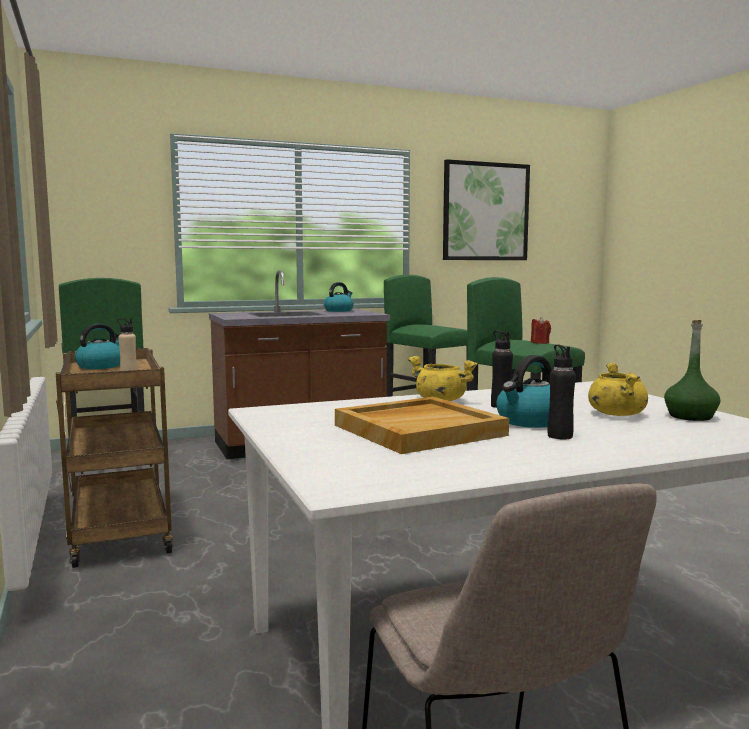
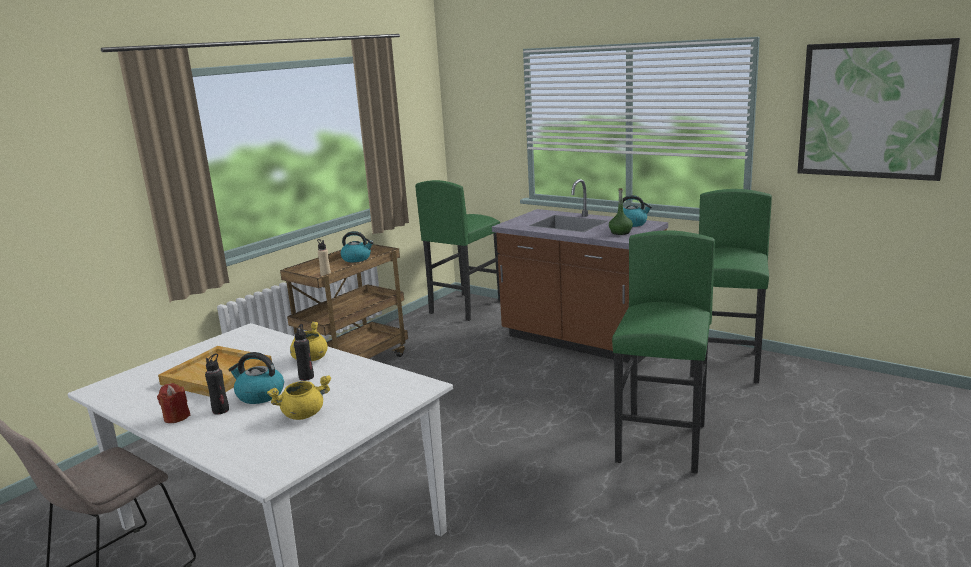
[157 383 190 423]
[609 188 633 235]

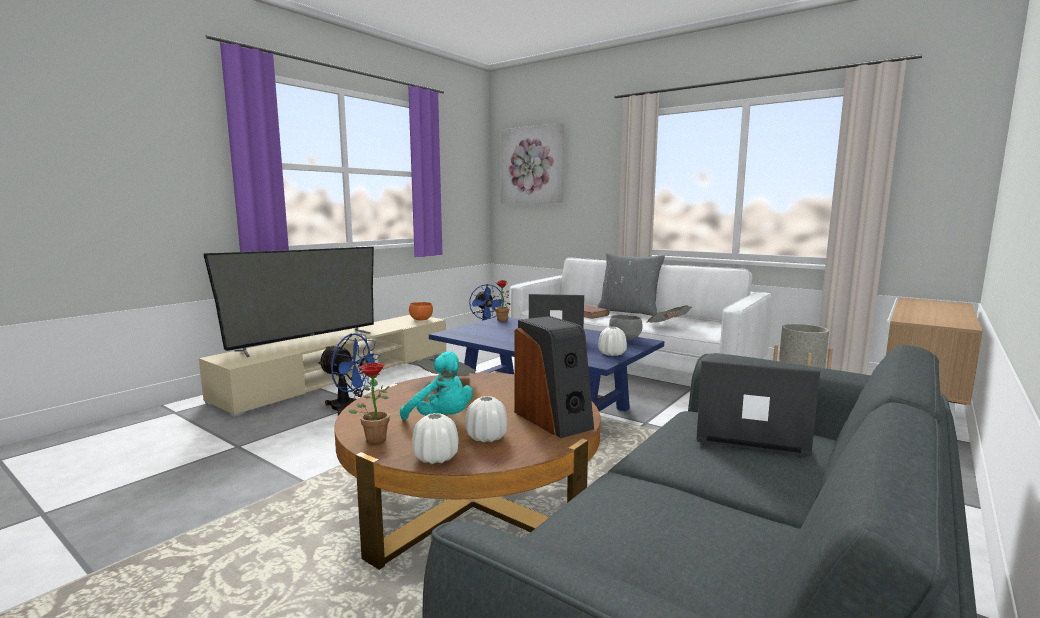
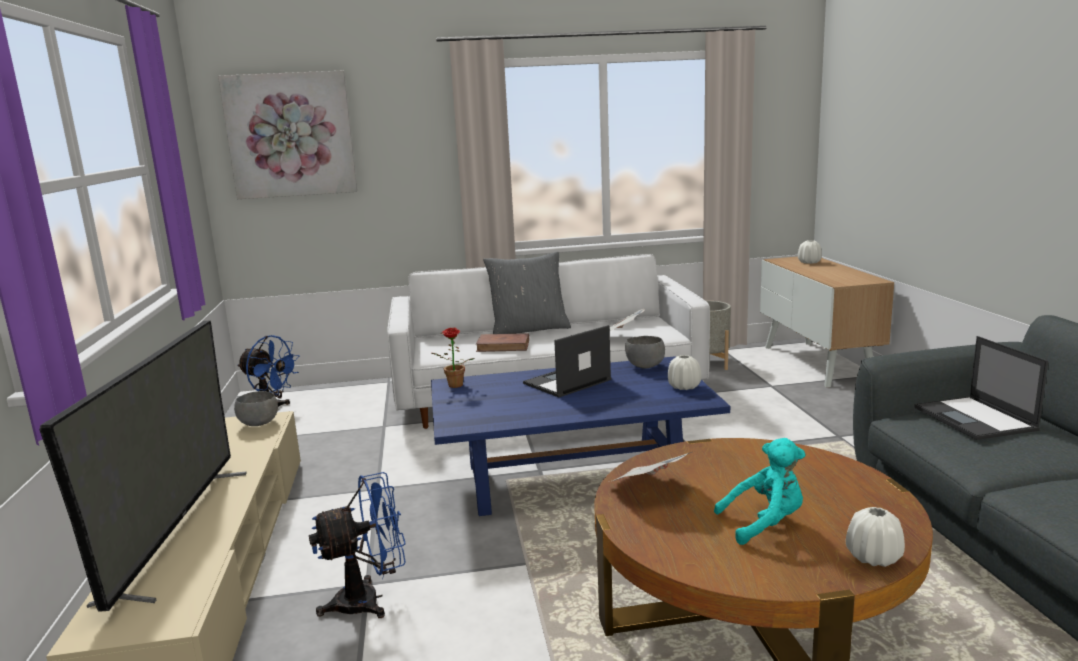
[348 363 390 444] (first image)
[514 316 594 438] (first image)
[798 240 822 264]
[234 391 278 426]
[914 336 1048 440]

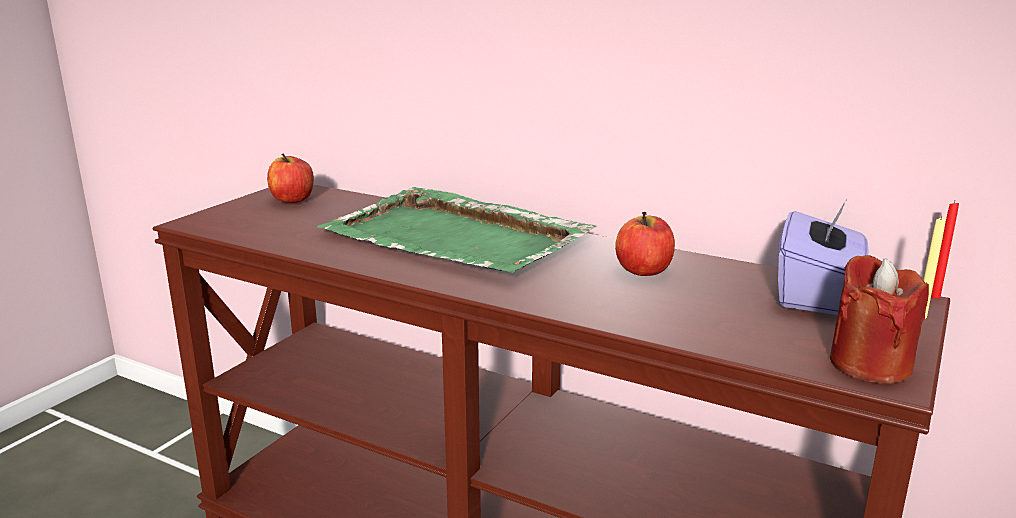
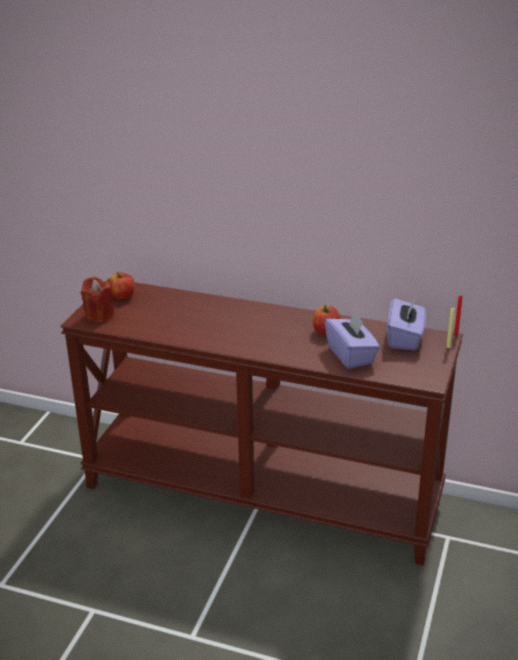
[317 187 597 273] (first image)
[325 311 380 369]
[81 277 115 322]

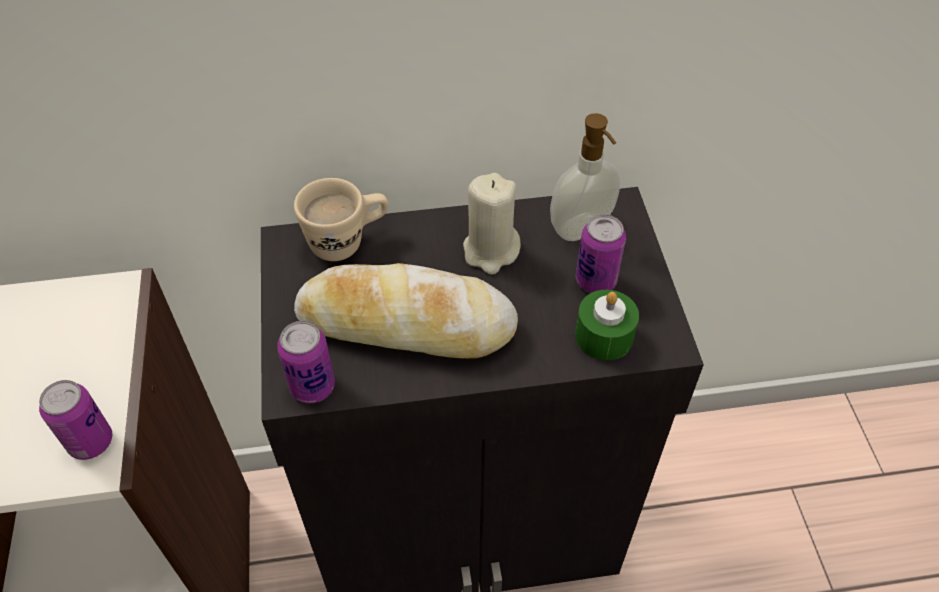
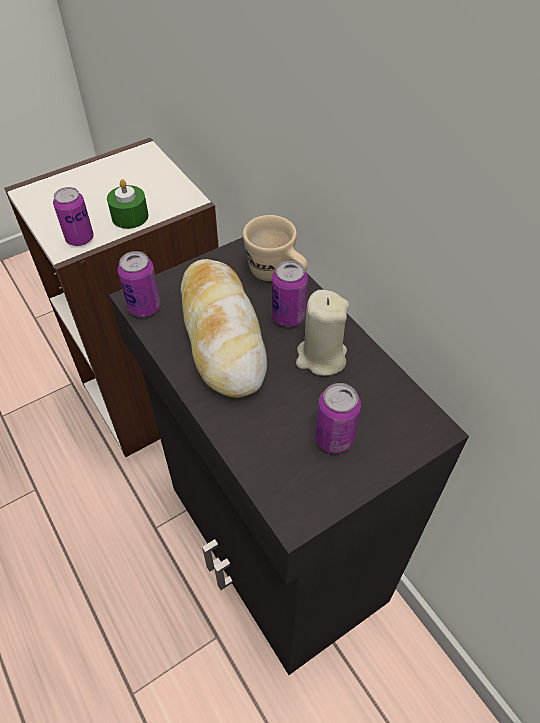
[550 113 620 241] (first image)
[272 260 308 327]
[107 179 148 229]

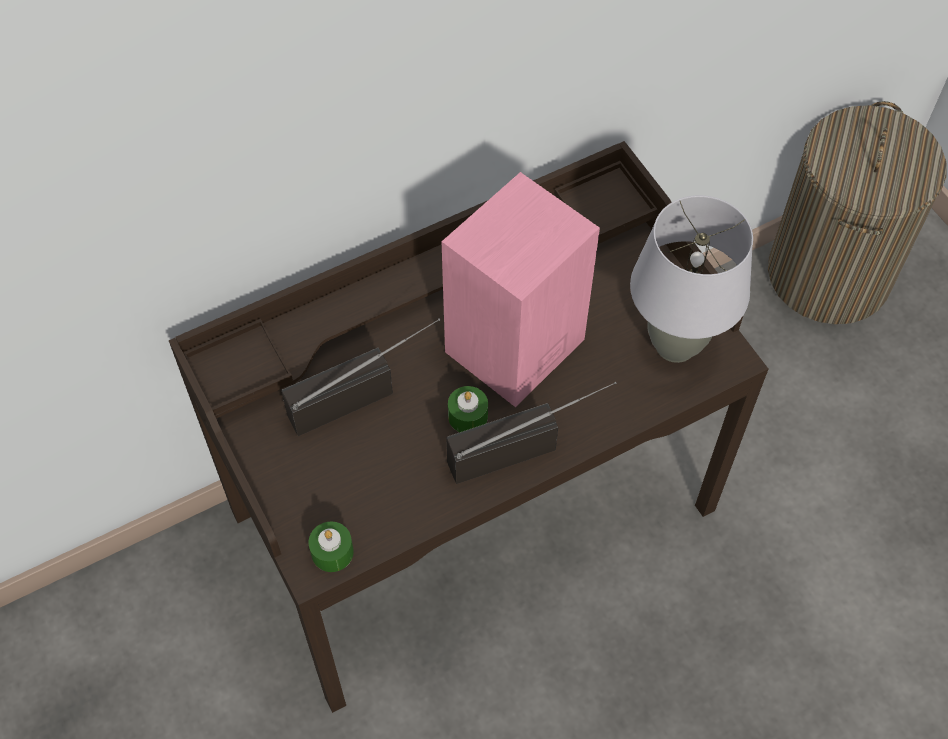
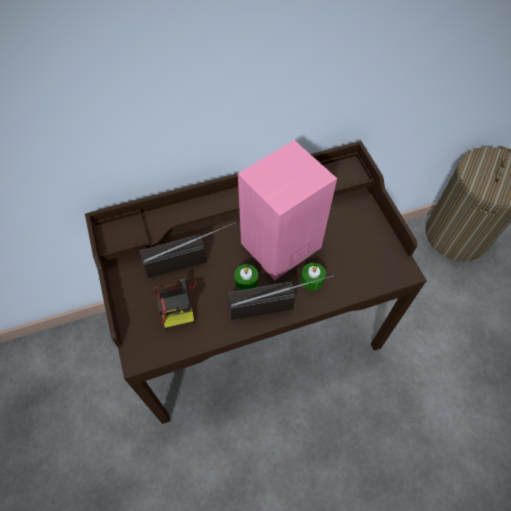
[630 195 753 363] (first image)
[154 278 197 330]
[301 263 326 291]

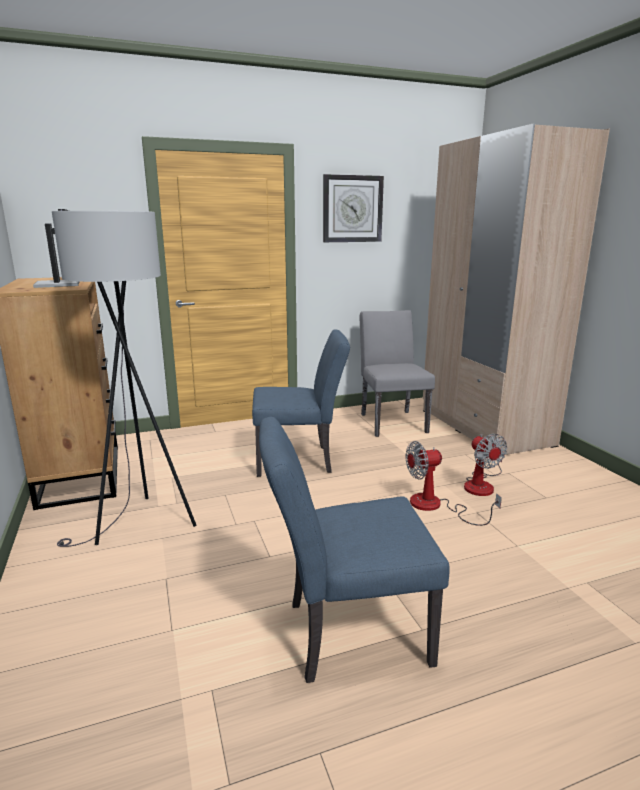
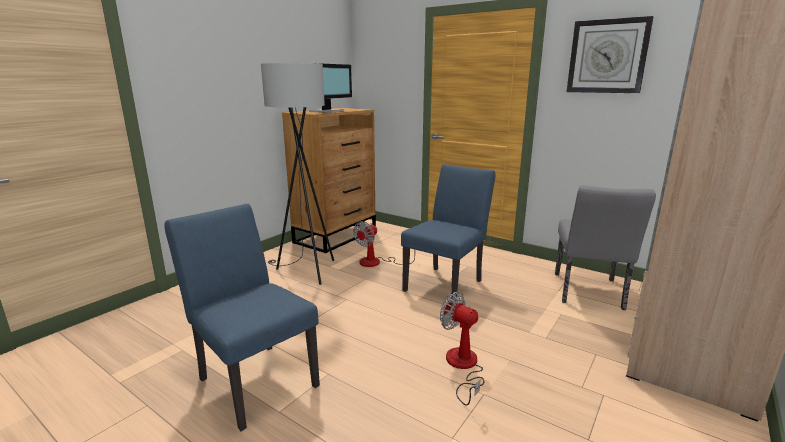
[353 221 415 267]
[401 164 496 306]
[555 185 656 310]

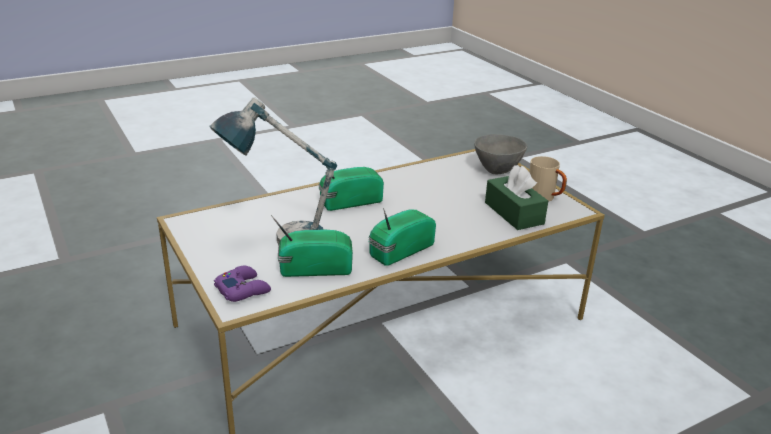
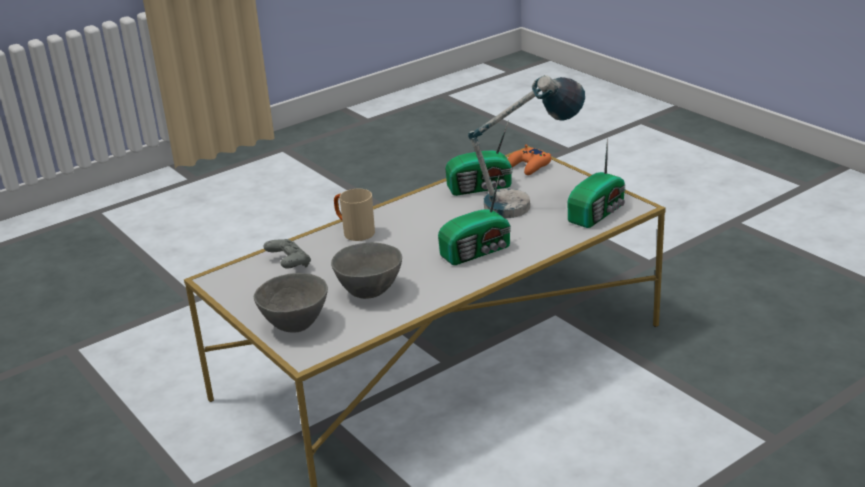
[331 242 402 299]
[568 137 626 228]
[334 189 375 241]
[264 239 311 268]
[508 144 551 175]

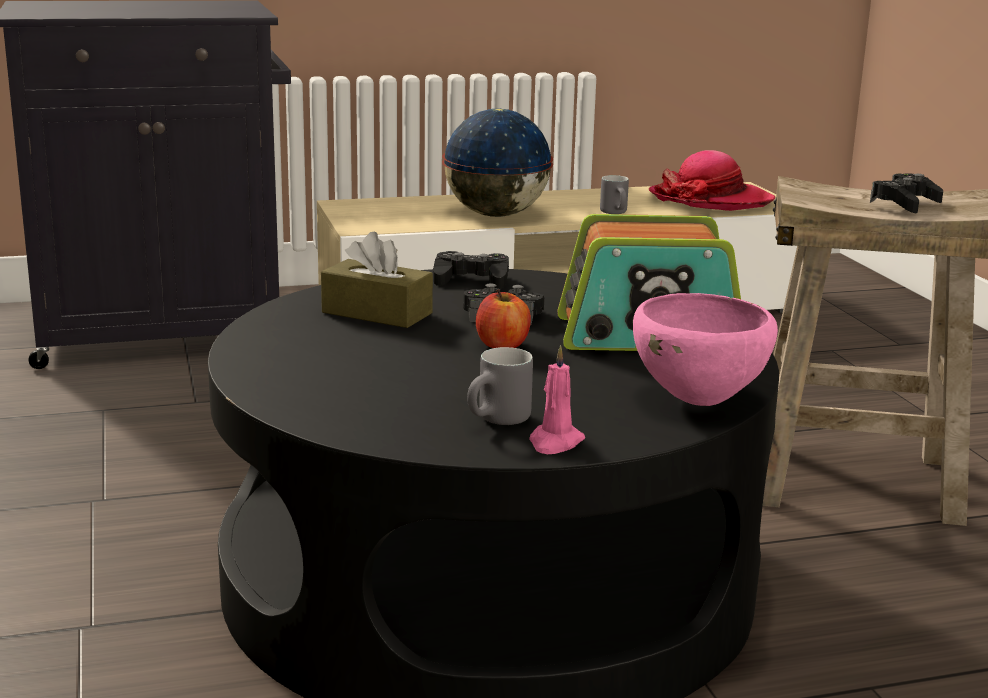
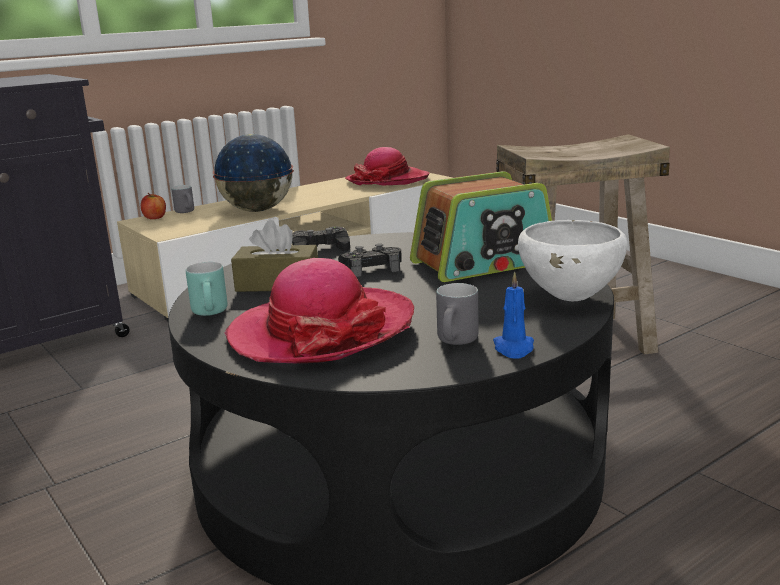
[870 173 943 213] (first image)
[186 262 228 316]
[225 258 414 363]
[141 193 166 219]
[172 185 194 213]
[493 271 534 359]
[518 220 627 301]

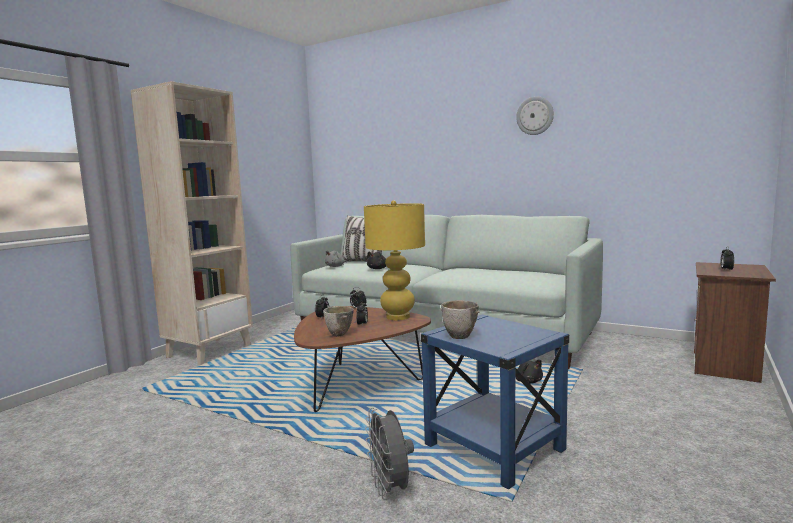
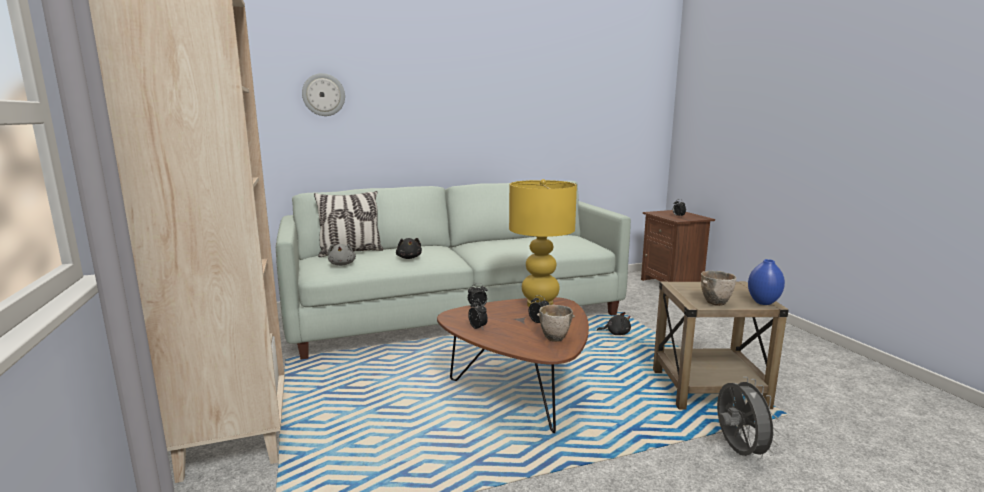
[748 259 785 305]
[302 73 345 116]
[653 281 789 409]
[717 377 780 460]

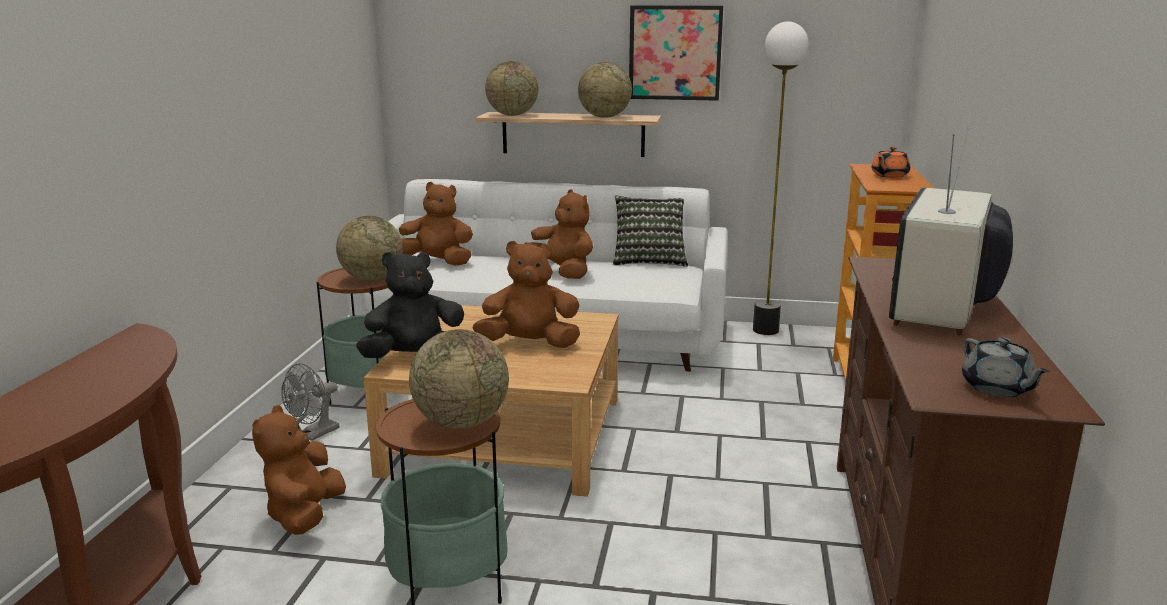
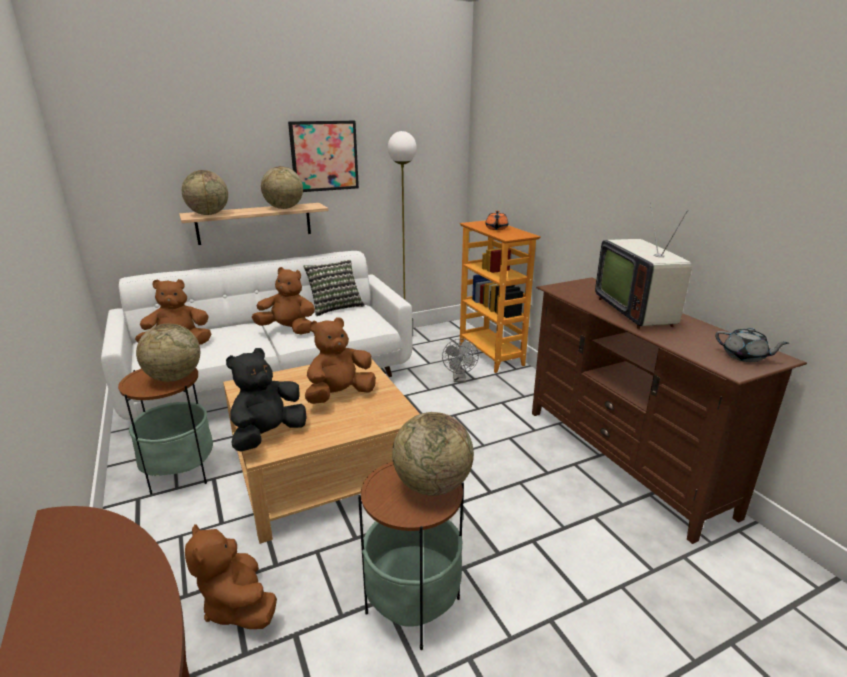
[442 339 479 382]

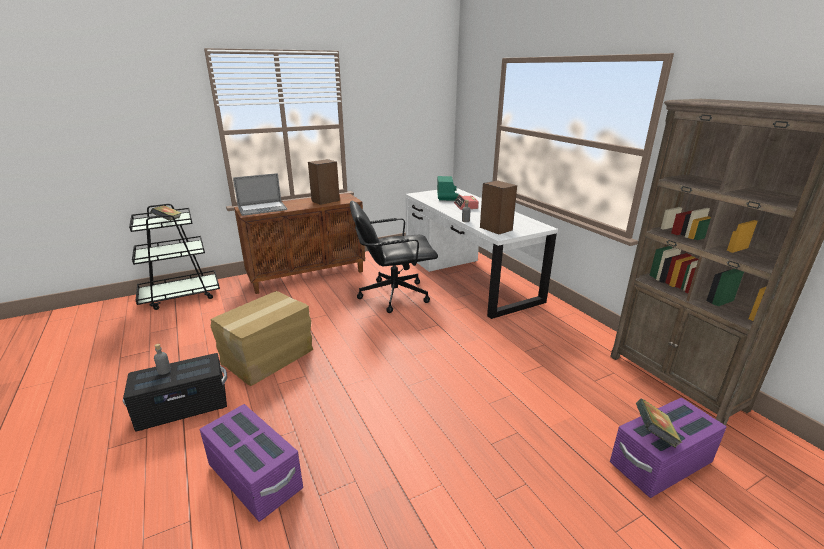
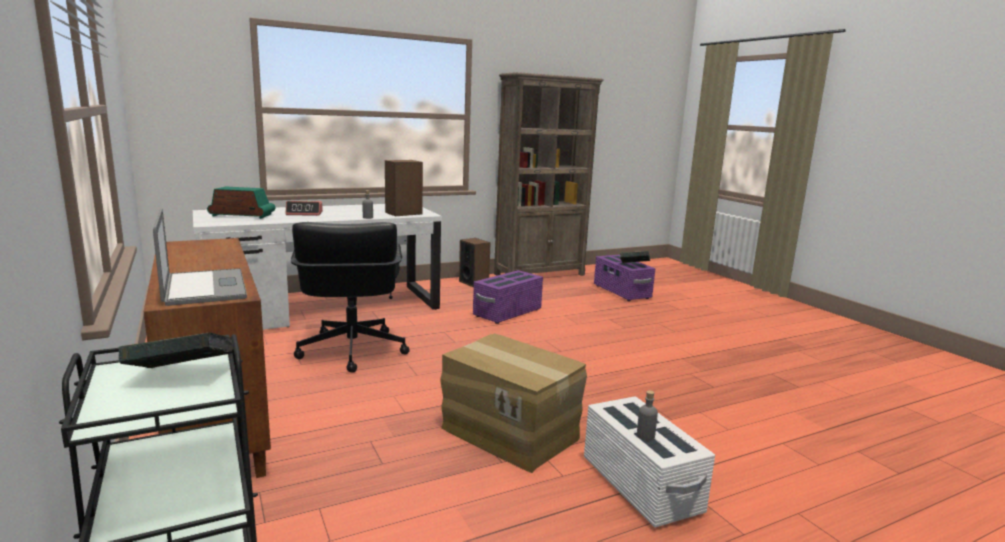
[473 270 543 324]
[459 238 491 287]
[584 396 715 527]

